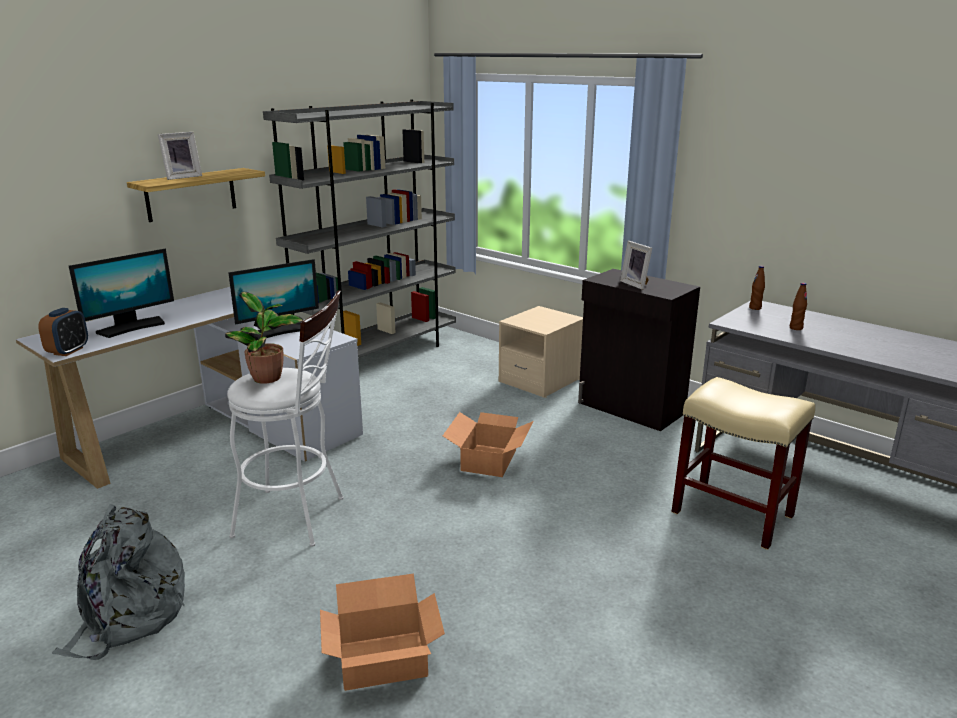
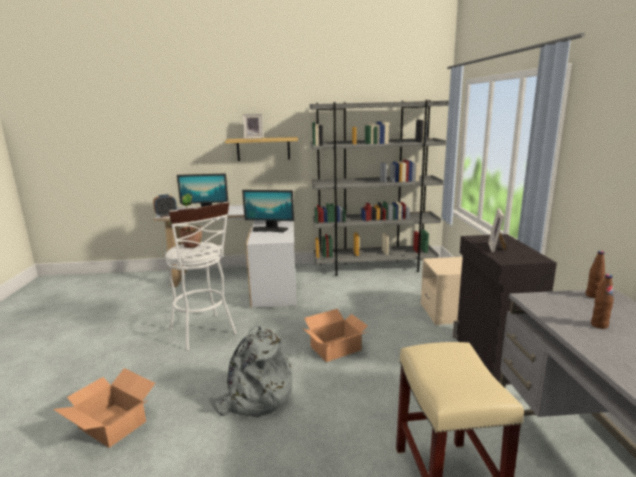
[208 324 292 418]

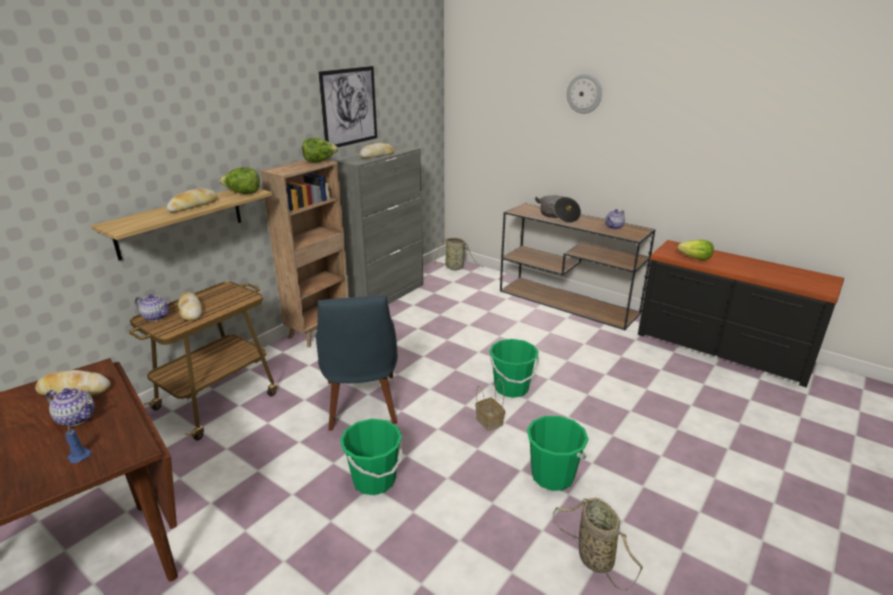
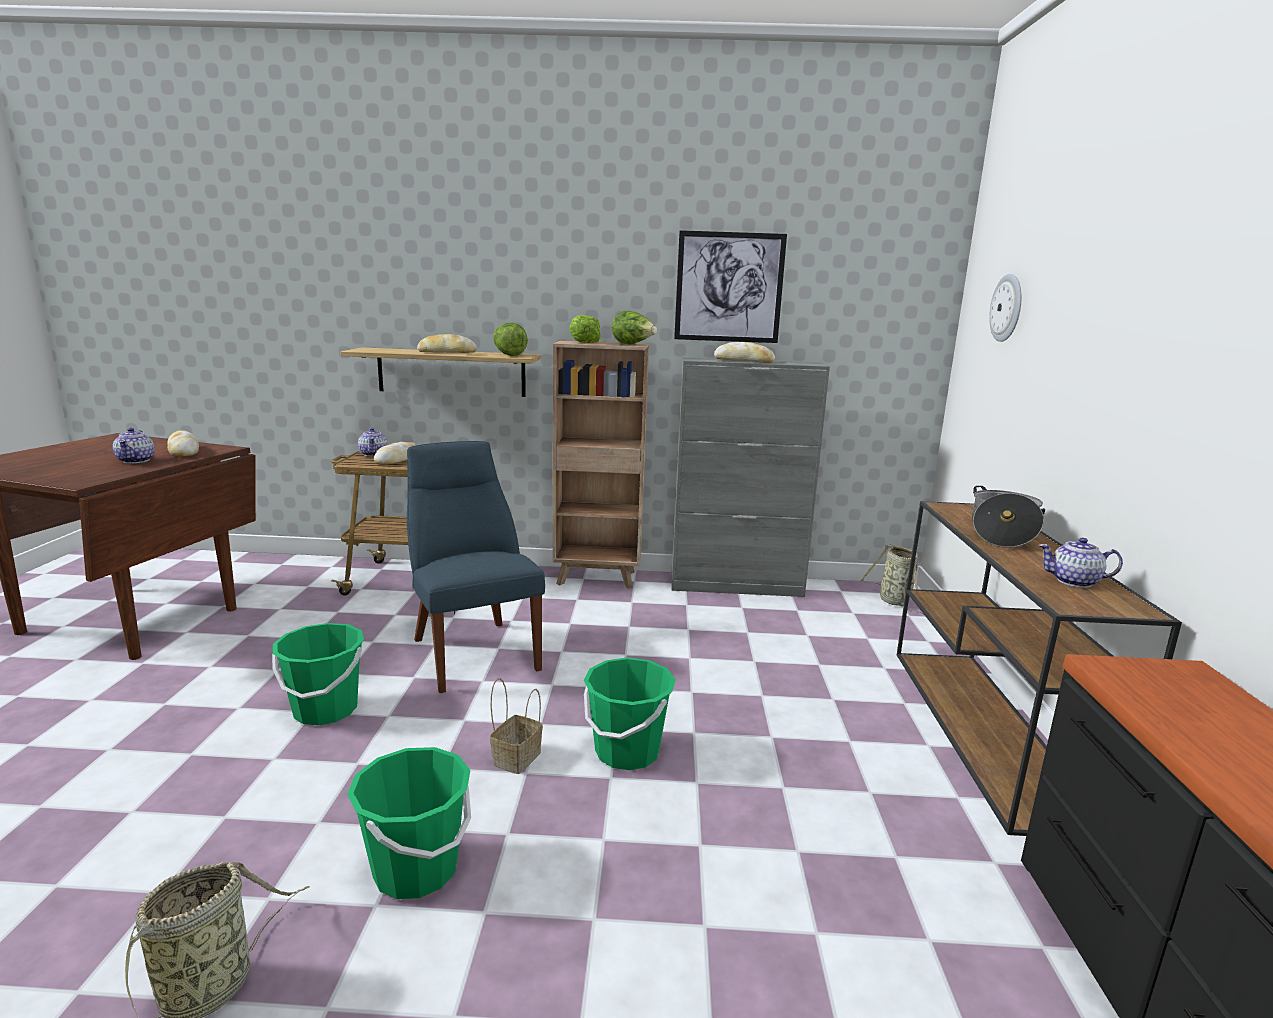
[65 426 92 463] (first image)
[989 274 1021 342]
[569 315 601 343]
[407 441 545 693]

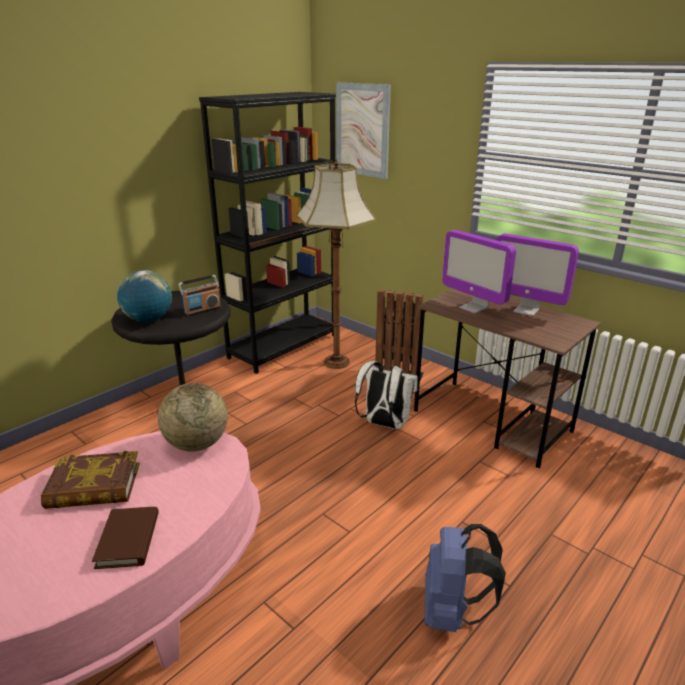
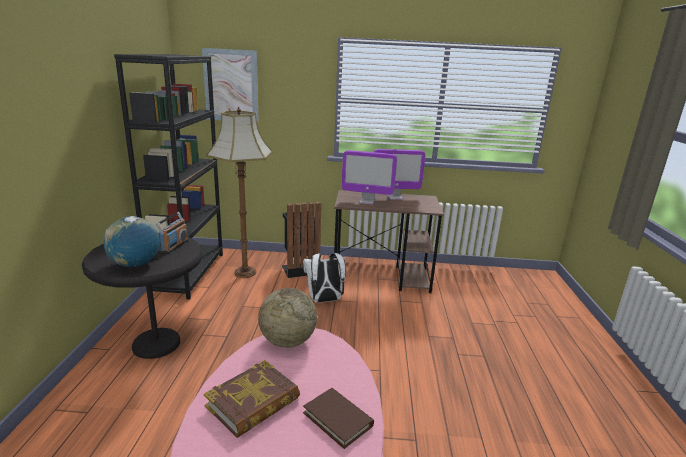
[424 524 506 632] (first image)

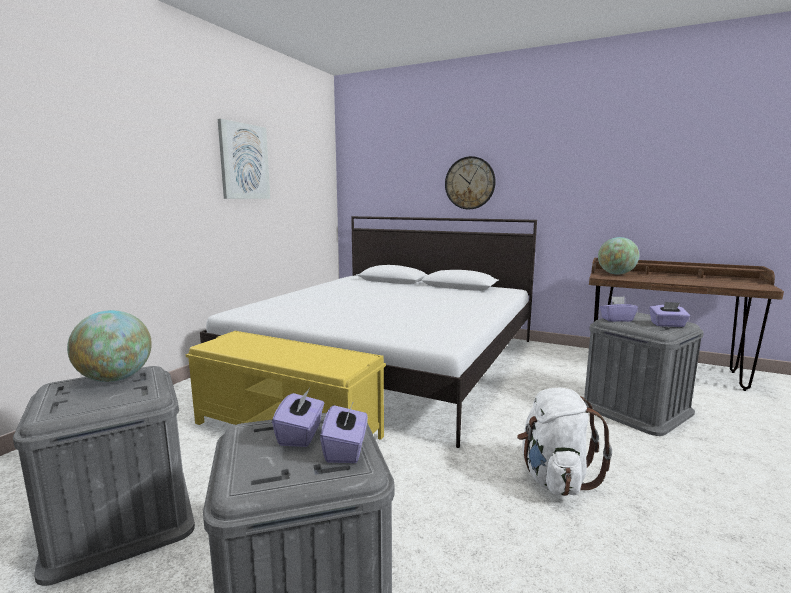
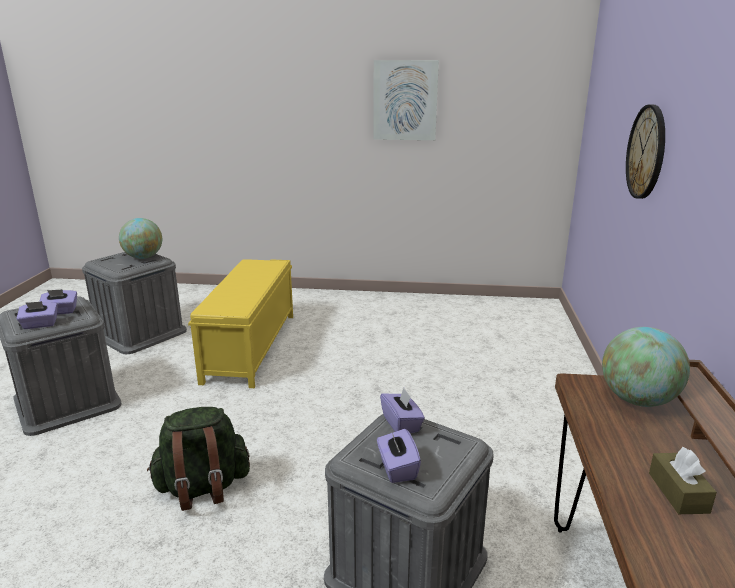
[200 216 537 448] (first image)
[649 447 717 514]
[147 407 250 511]

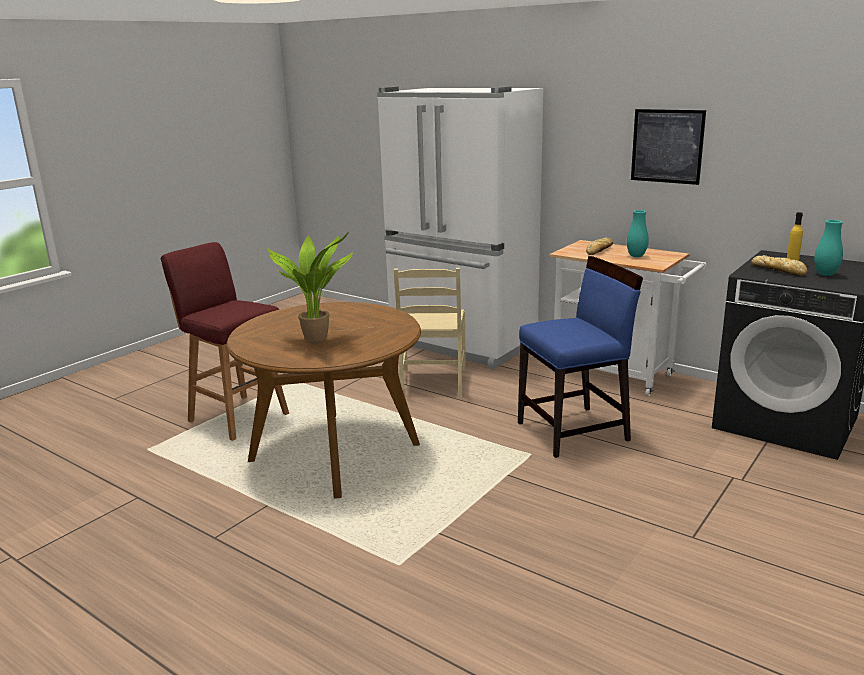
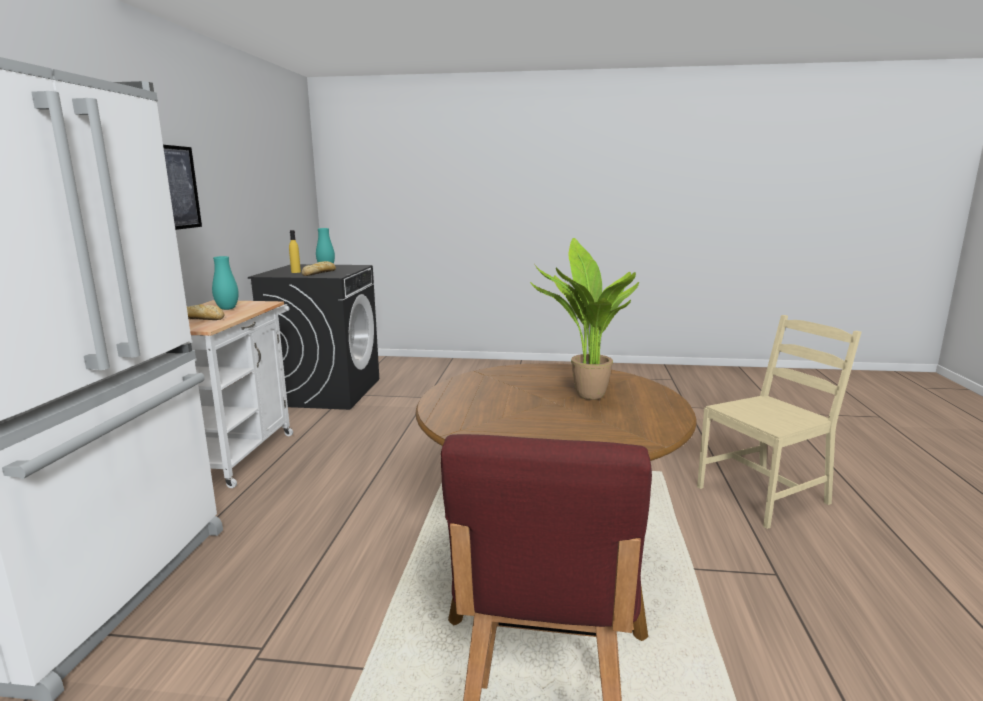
[518 256 643 458] (first image)
[697 315 861 529]

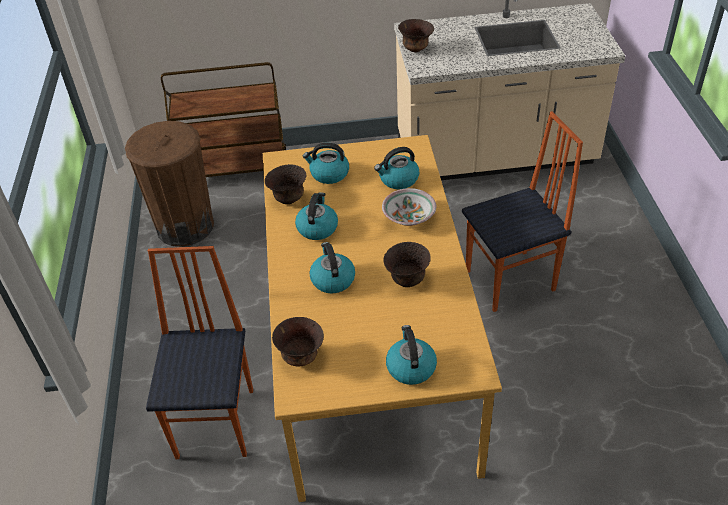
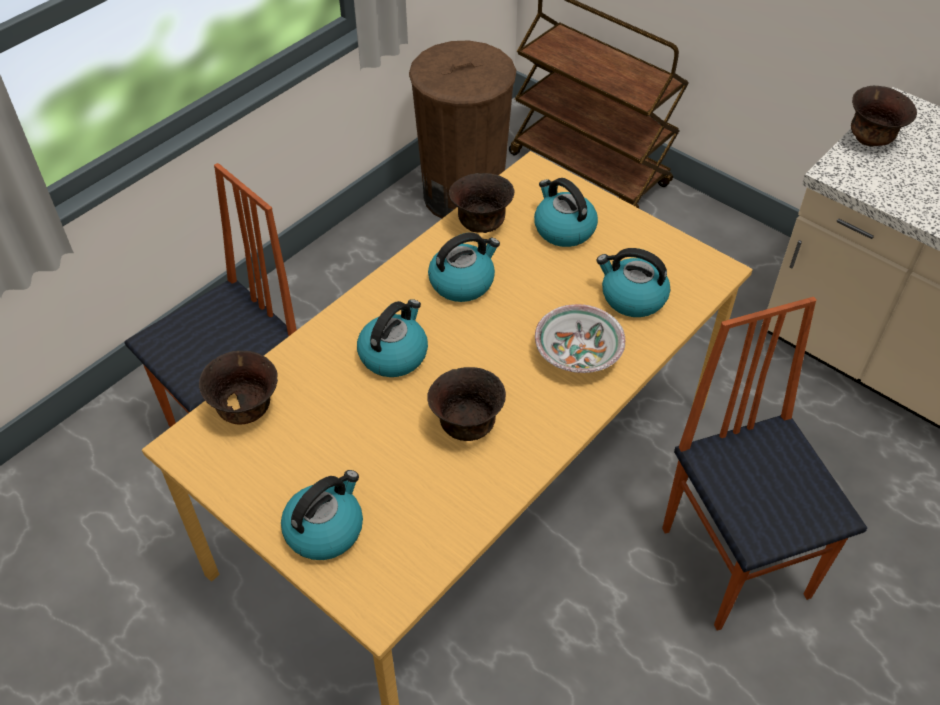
[662 297 867 631]

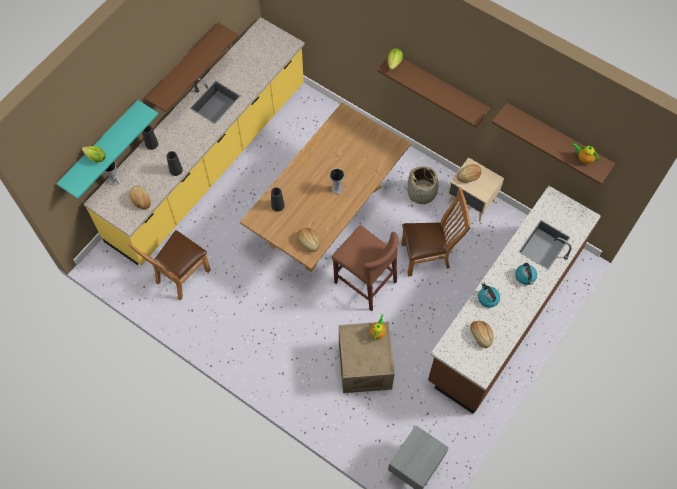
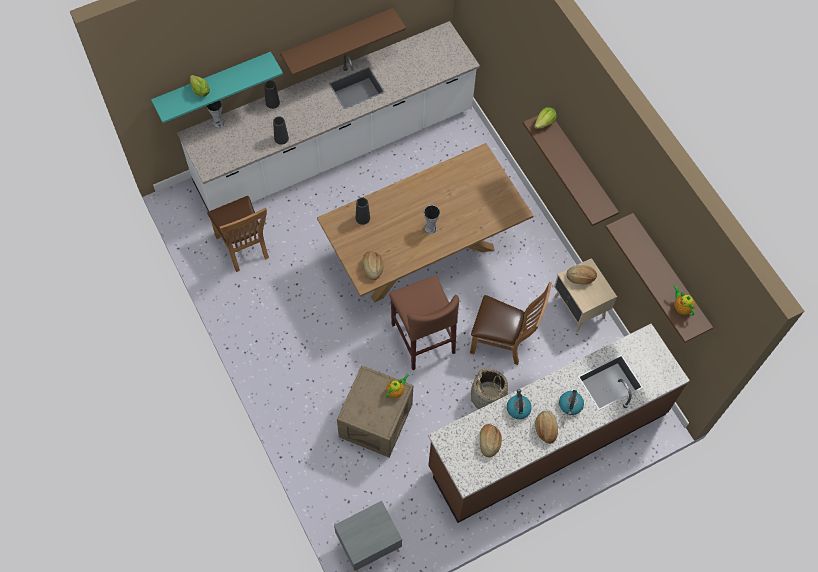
[535 411 558 444]
[471 368 508 409]
[177 21 480 212]
[207 196 269 272]

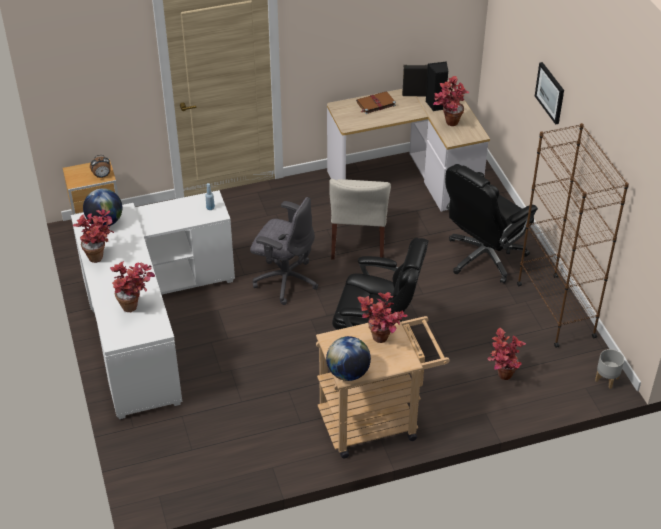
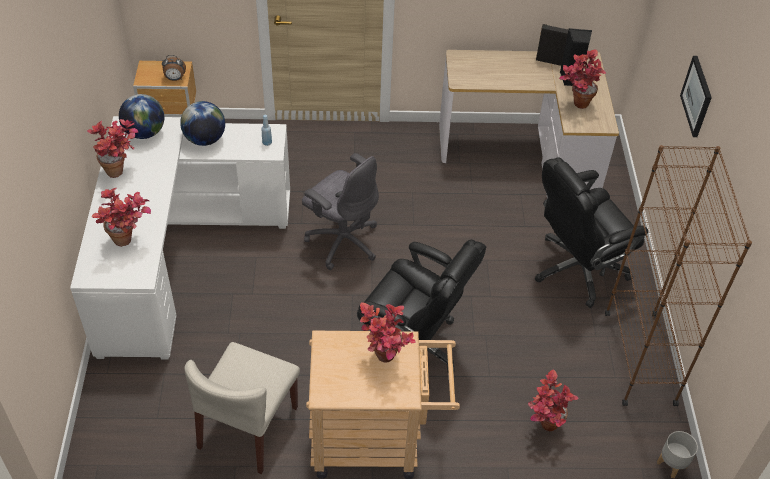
[356 91 396 114] (first image)
[180 101 225 146]
[184 342 300 474]

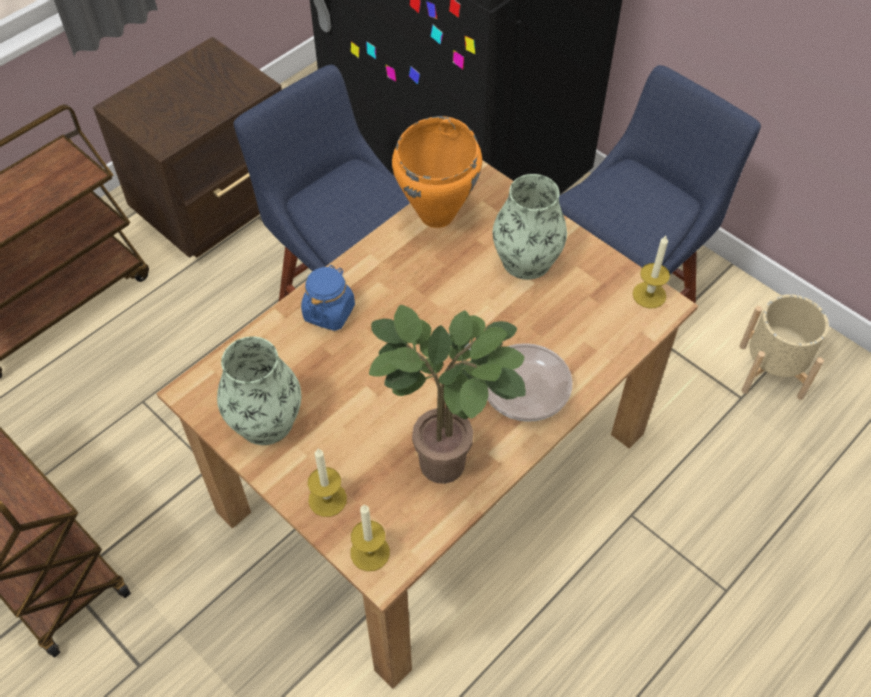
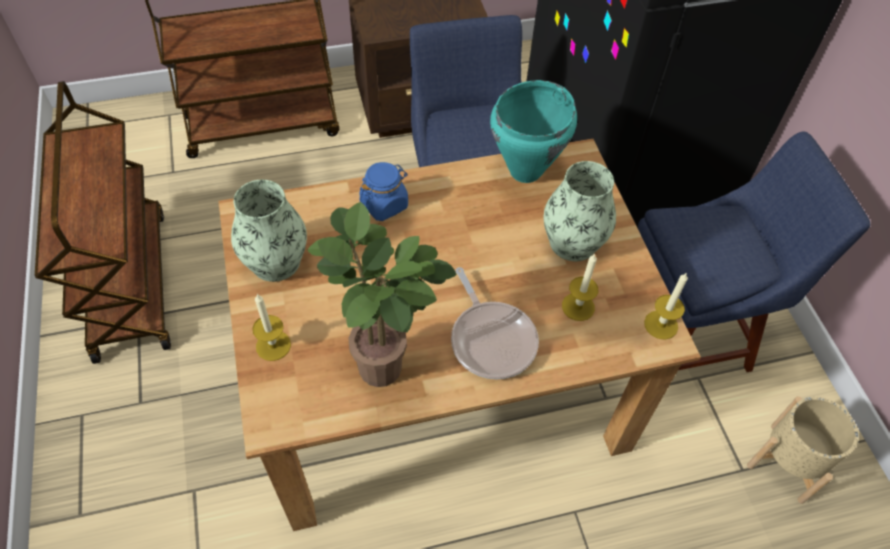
[562 253 598 321]
[490 80 577 183]

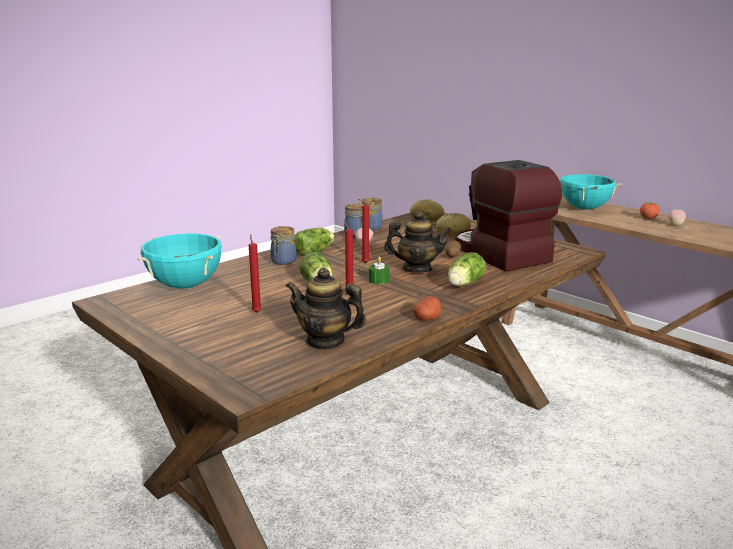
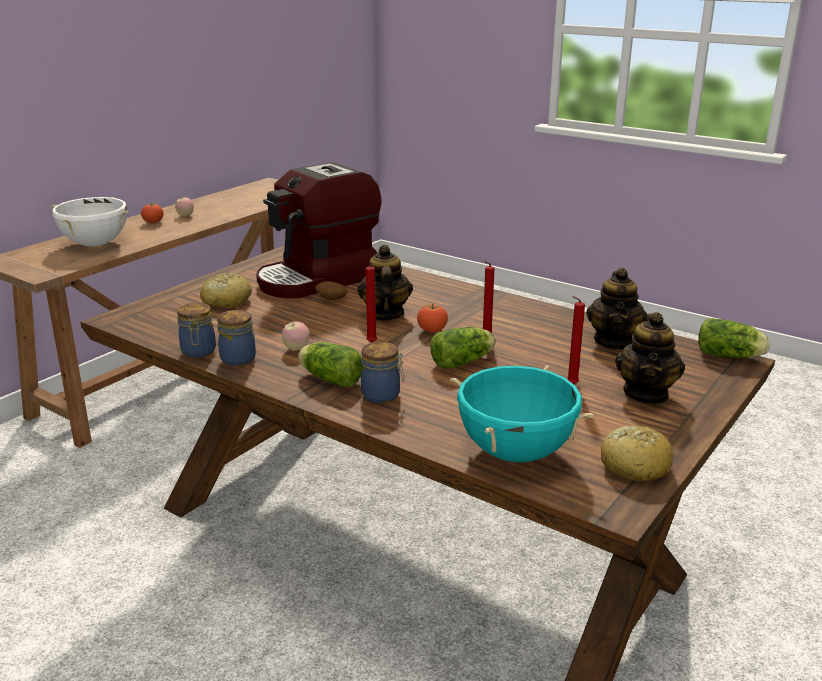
[413 296 441 321] (first image)
[615 312 685 404]
[601 426 673 481]
[698 318 770 358]
[417 303 448 332]
[51 197 129 246]

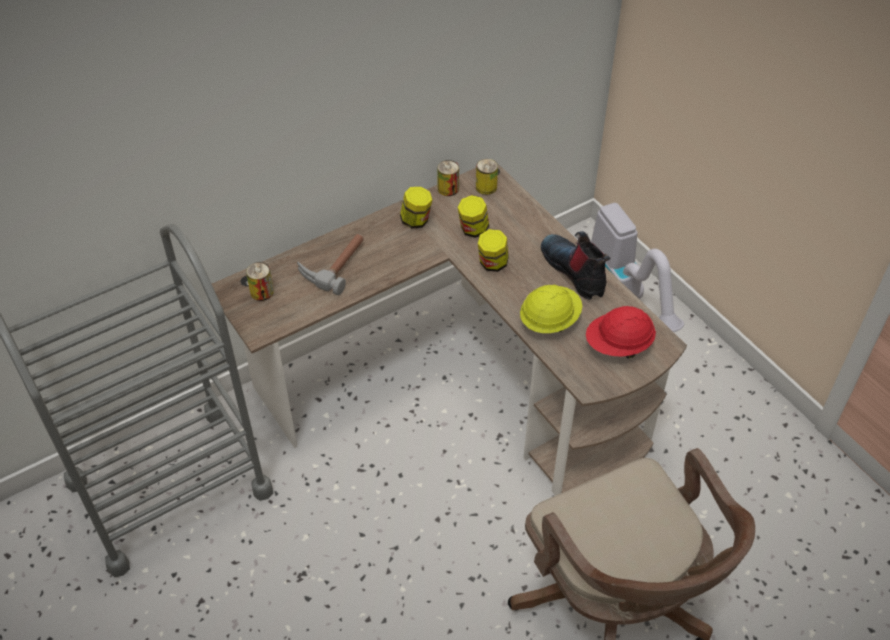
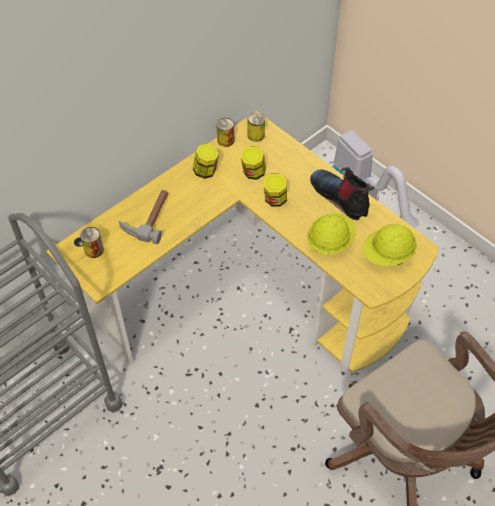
[47 111 439 374]
[363 224 417 266]

